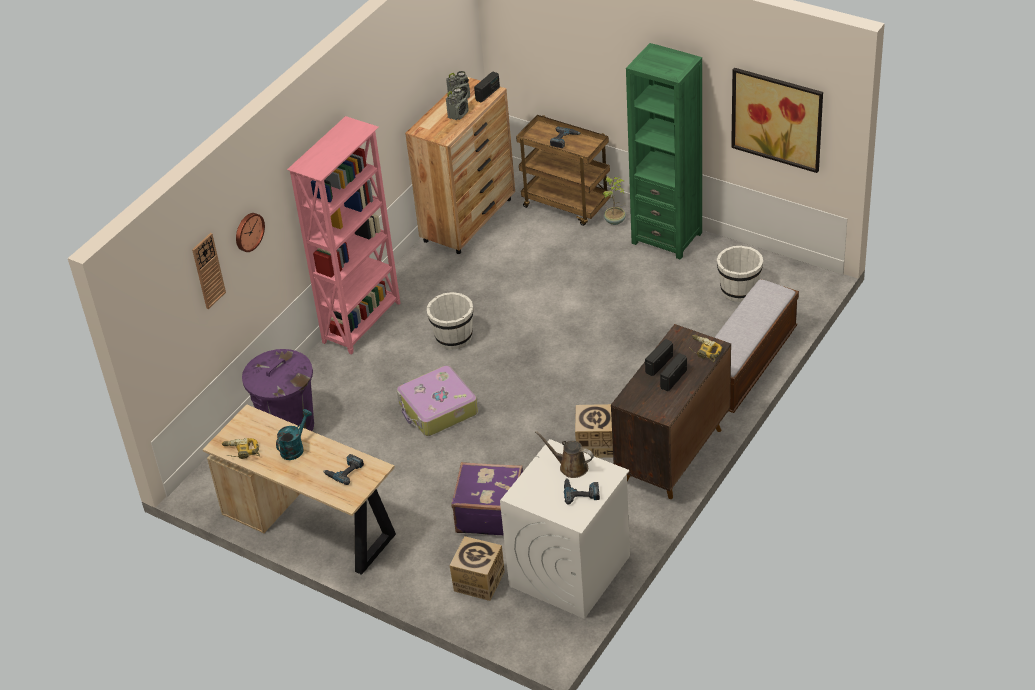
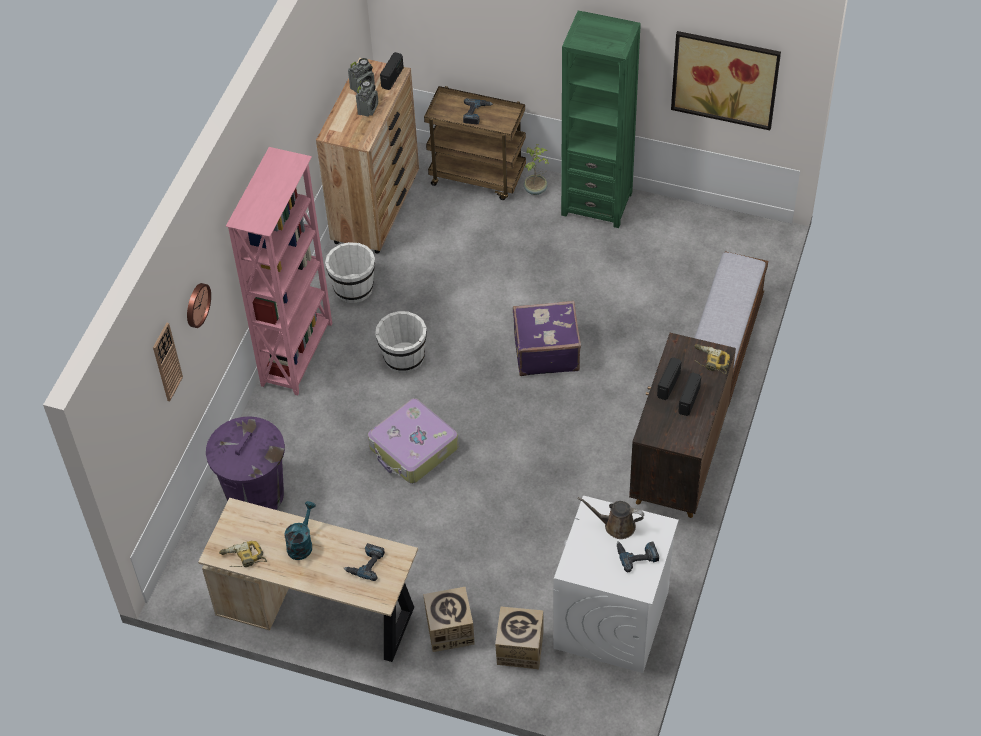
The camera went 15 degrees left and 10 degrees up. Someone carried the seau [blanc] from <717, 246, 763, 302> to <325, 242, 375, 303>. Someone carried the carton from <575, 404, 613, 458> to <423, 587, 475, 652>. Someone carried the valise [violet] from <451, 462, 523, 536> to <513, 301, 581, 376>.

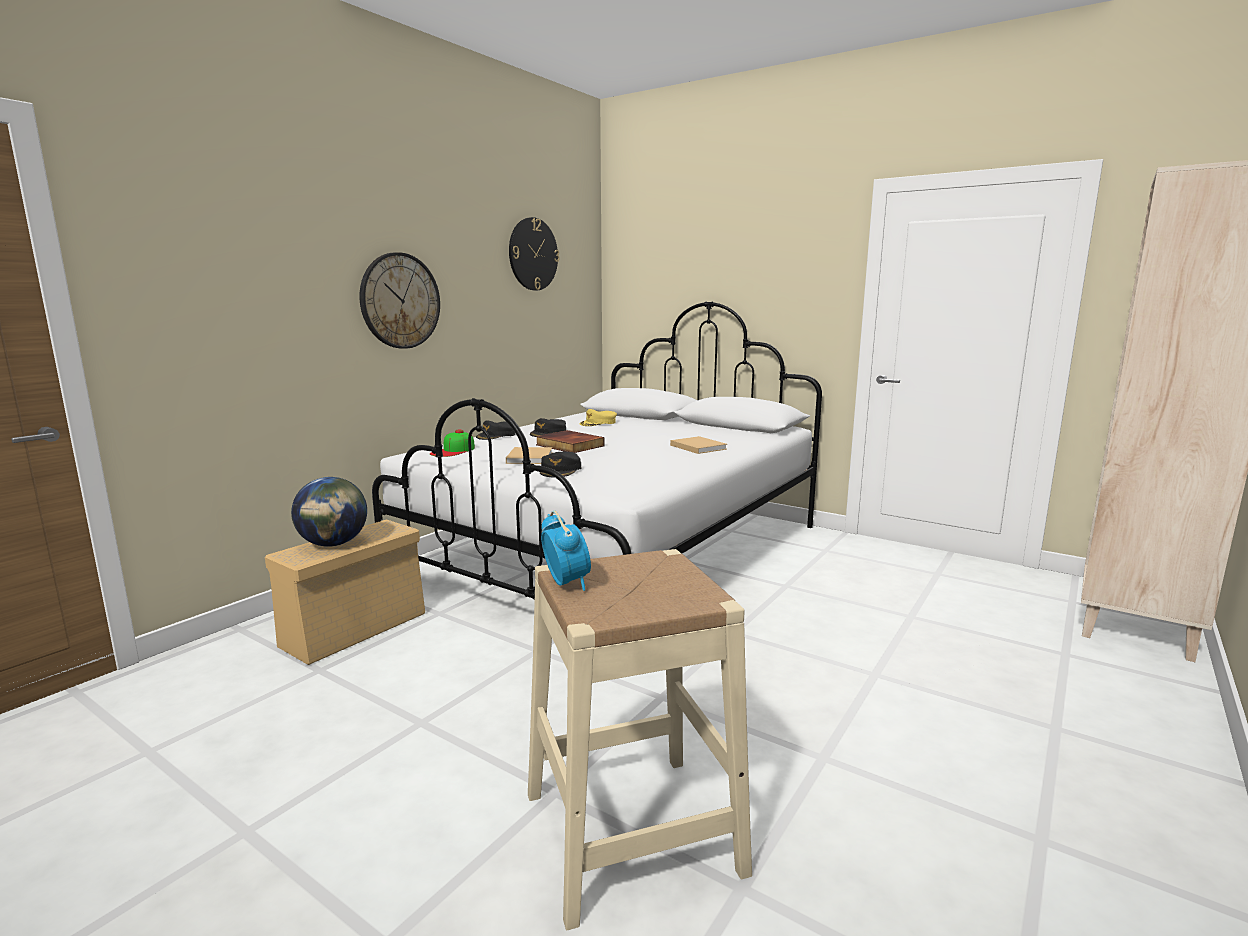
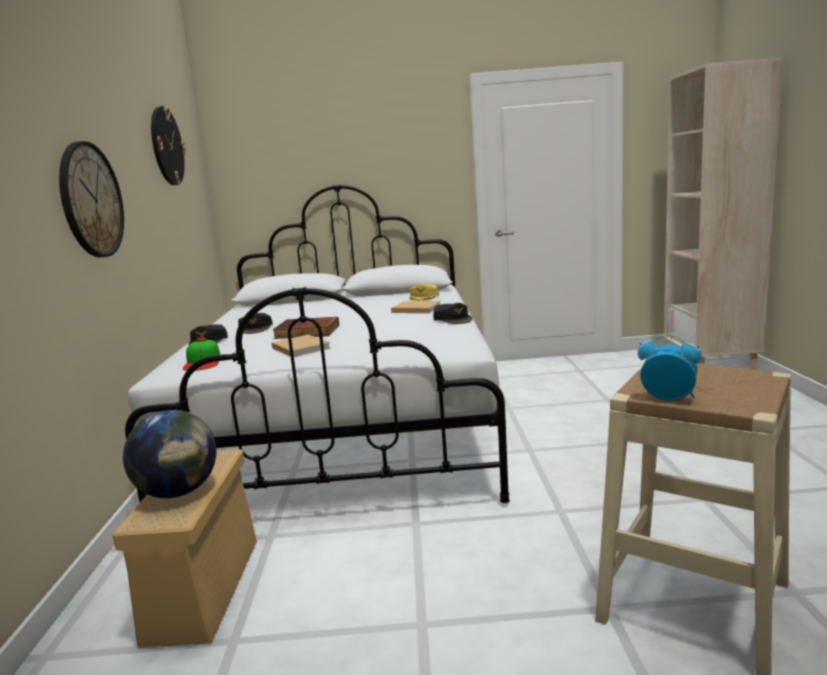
The camera went 35 degrees left and 0 degrees up. Someone carried the casquette [jaune] from <580, 409, 617, 426> to <409, 284, 439, 301>. Someone carried the casquette [noir] from <540, 452, 581, 478> to <433, 303, 473, 324>.

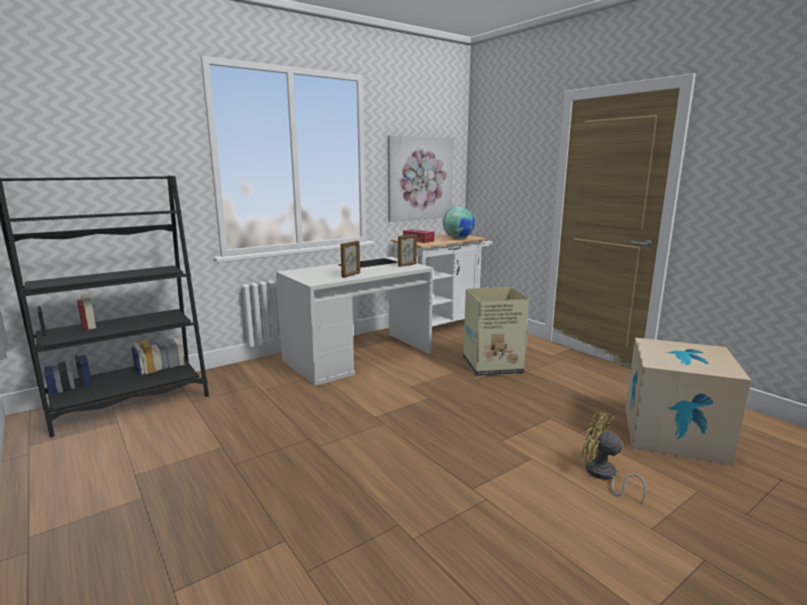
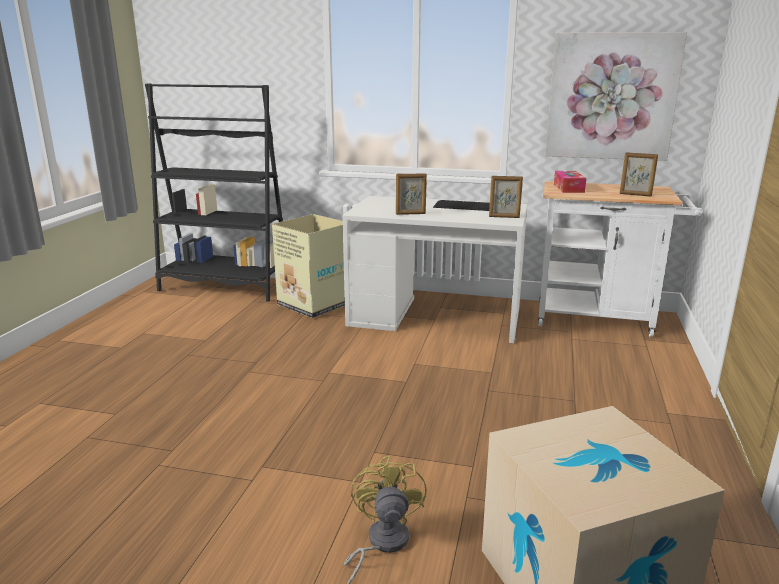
The camera went 50 degrees right and 5 degrees up. Someone swapped the globe at <443, 207, 475, 239> for the cadre photo at <620, 152, 658, 197>. Someone carried the carton from <463, 287, 529, 376> to <272, 214, 345, 318>.

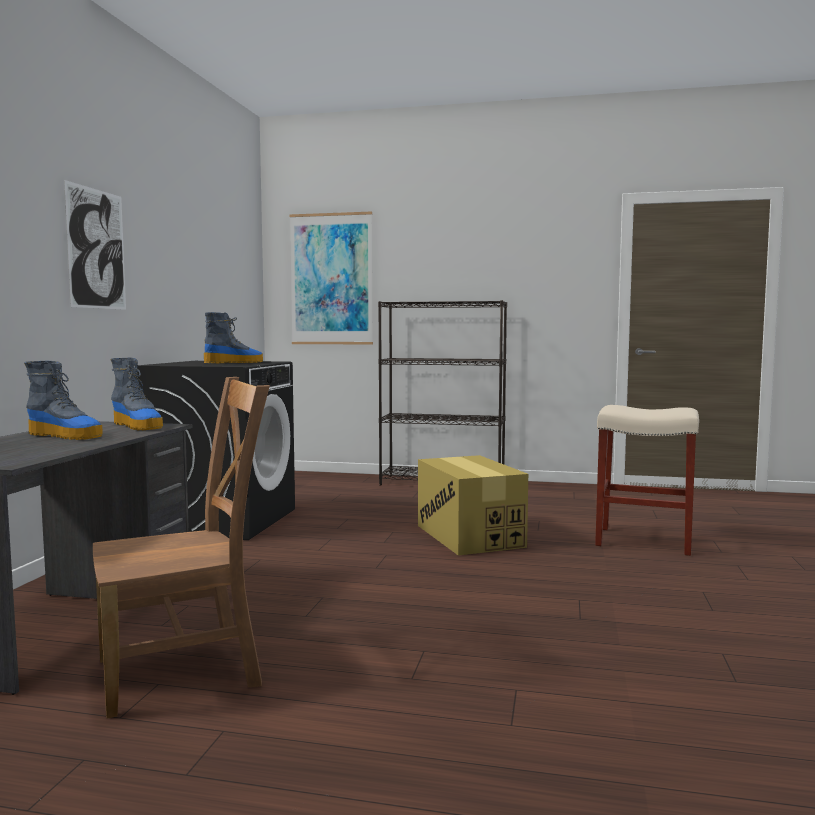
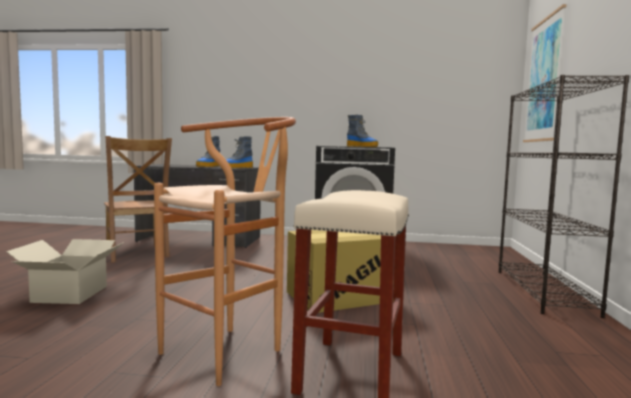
The camera went 85 degrees right and 0 degrees up. Someone took away the tableau at <64, 180, 126, 310>. Someone put down the tabouret [marron] at <154, 117, 296, 386>. Someone put down the carton at <6, 239, 124, 304>.

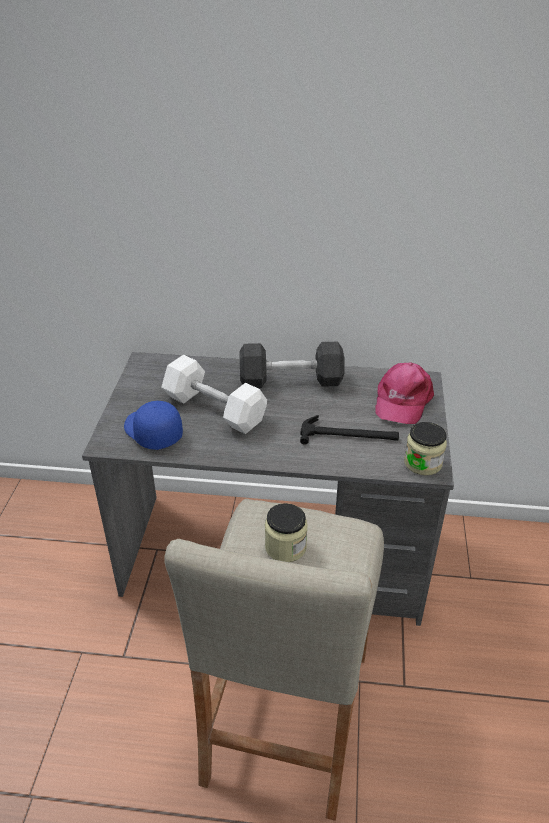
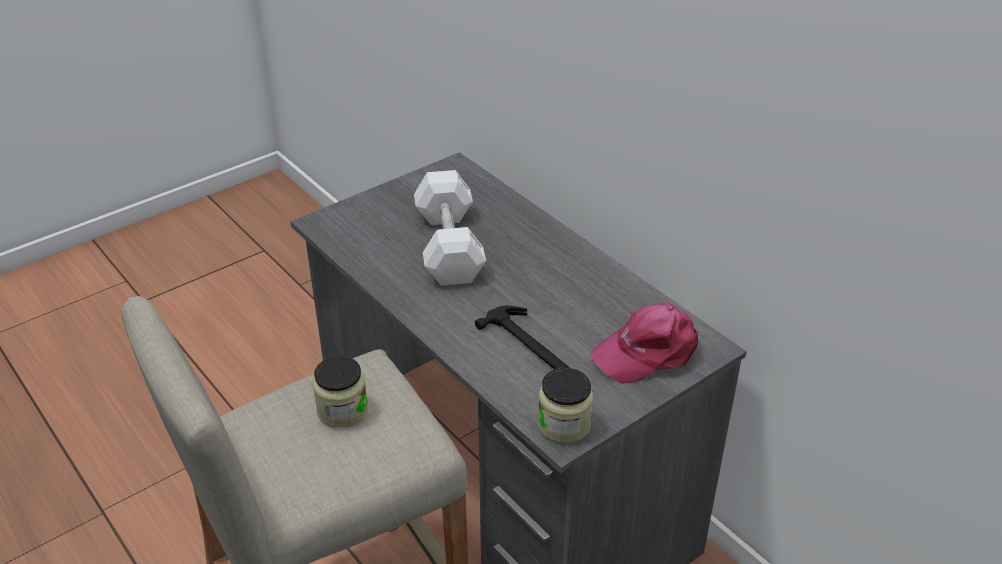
The camera went 45 degrees right and 0 degrees up. Someone took away the haltère [gris] at <240, 342, 345, 388>. Someone took away the casquette [bleu] at <124, 401, 183, 450>.

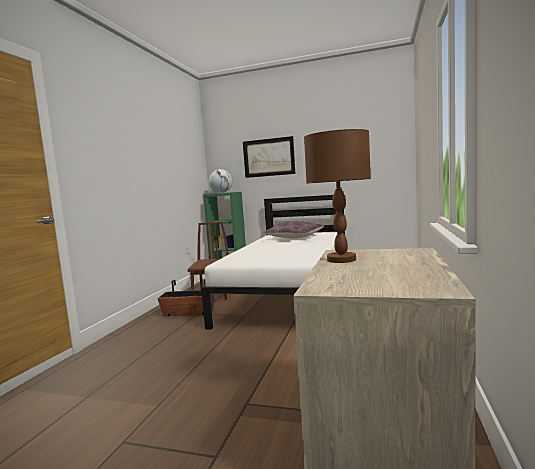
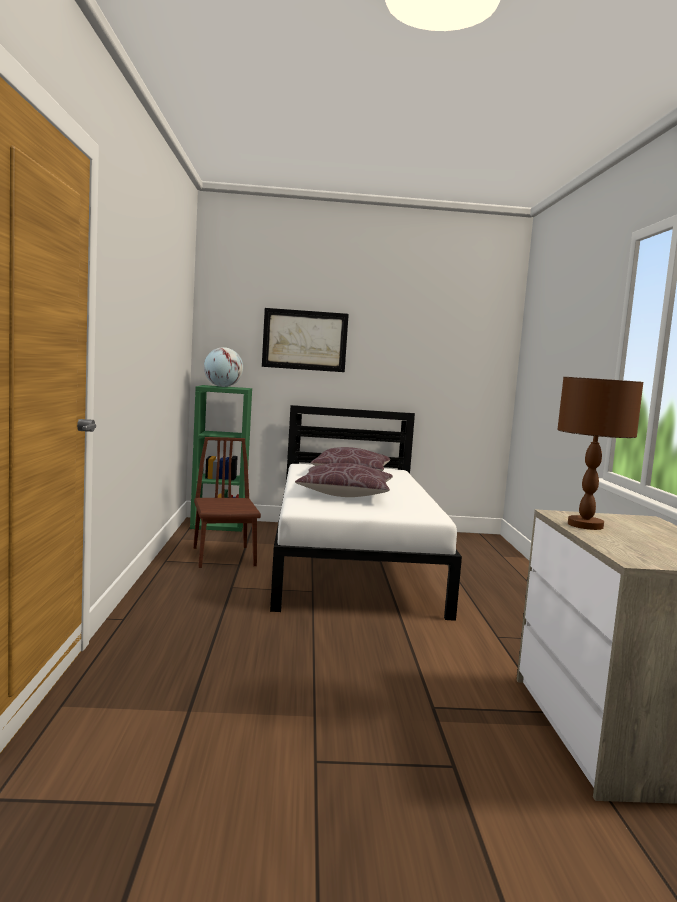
The camera went 20 degrees left and 0 degrees up. Someone took away the cache-pot at <157, 279, 214, 316>. Someone put down the coussin [marron] at <295, 463, 393, 497>.

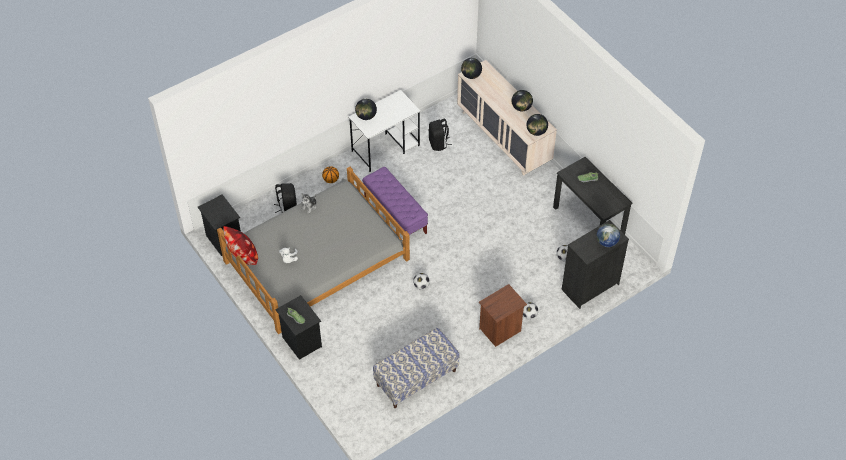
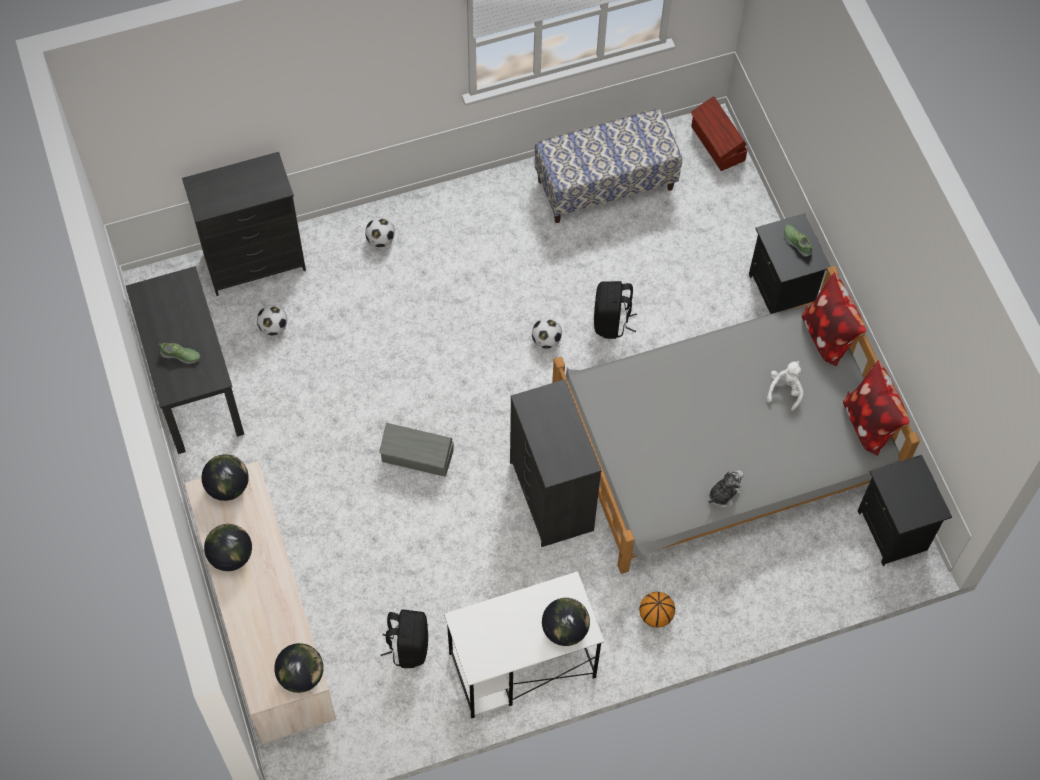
The camera went 165 degrees left and 10 degrees up. Someone swapped the banc [violet] at <362, 167, 428, 235> for the commode [noir] at <510, 379, 602, 547>. Someone carried the sac à dos [noir] from <274, 183, 297, 213> to <594, 281, 637, 339>. Someone took away the globe at <597, 224, 620, 247>. Someone took away the table de chevet [marron] at <479, 284, 527, 347>. Someone put down the boîte de rangement [marron] at <691, 96, 747, 171>. Someone put down the coussin at <802, 272, 866, 366>. Someone put down the boîte de rangement [gris] at <379, 423, 454, 477>.

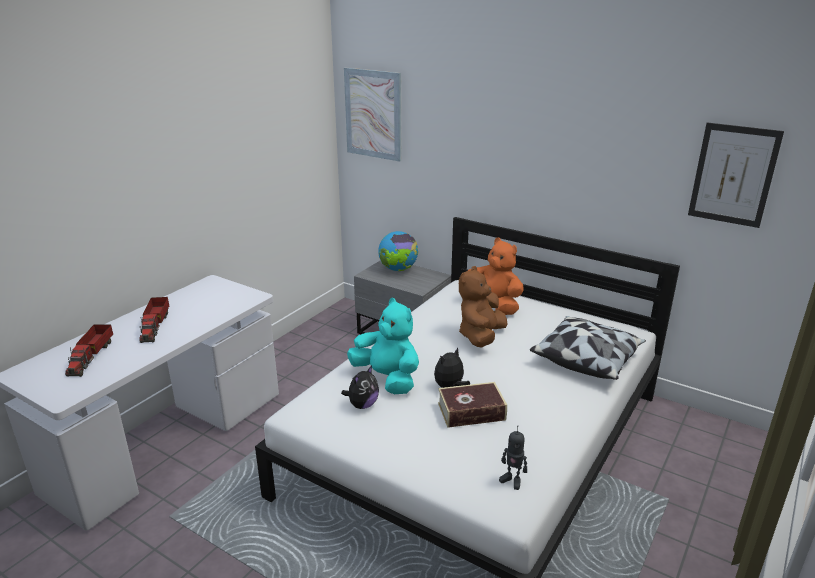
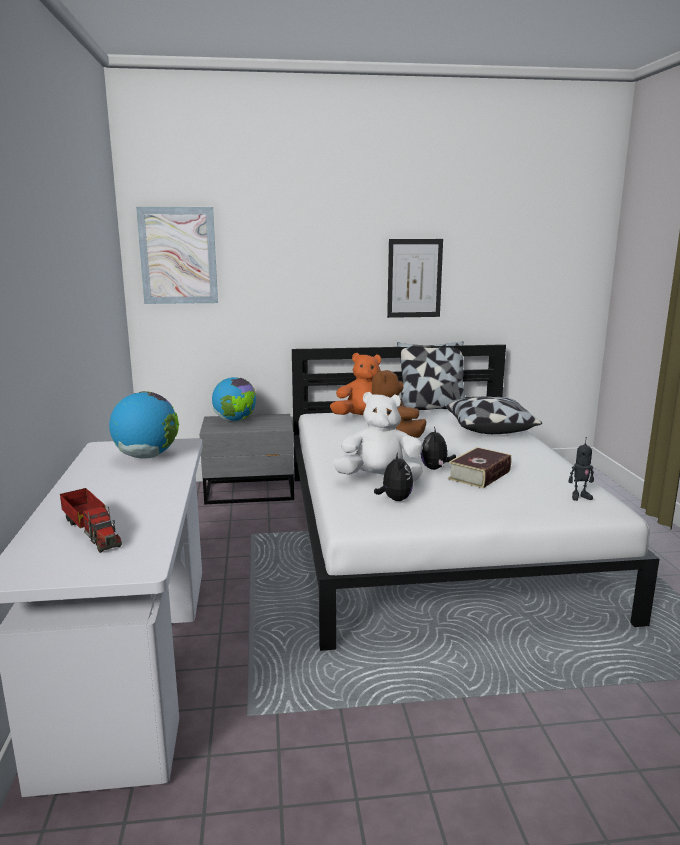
The camera went 40 degrees left and 10 degrees down. Someone carried the tableau from <688, 122, 784, 228> to <387, 239, 443, 318>. Someone took away the camion jouet at <139, 297, 169, 343>. Someone repainted the peluche [turquoise] at <347, 298, 419, 394>, which became the peluche [blanc] at <333, 392, 423, 482>. Someone put down the coussin at <397, 341, 465, 410>. Someone put down the globe at <109, 391, 179, 459>.

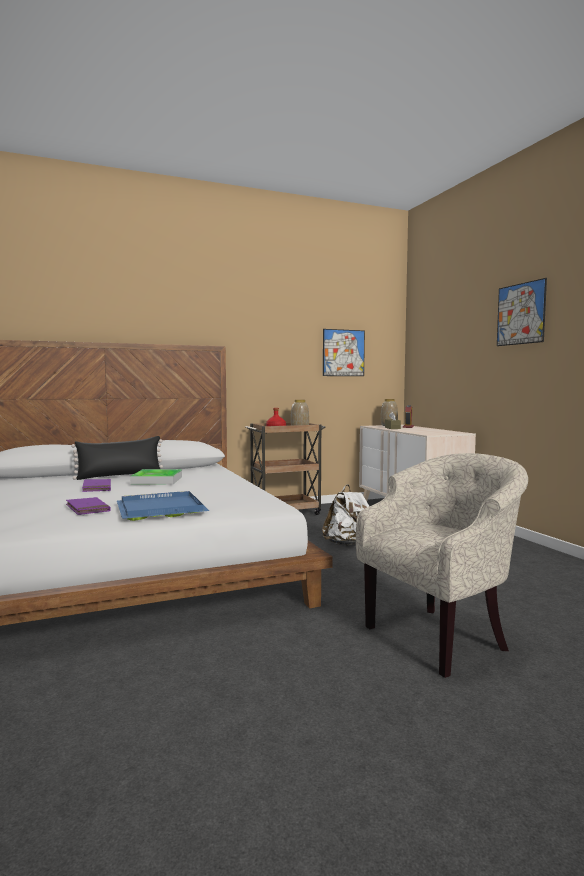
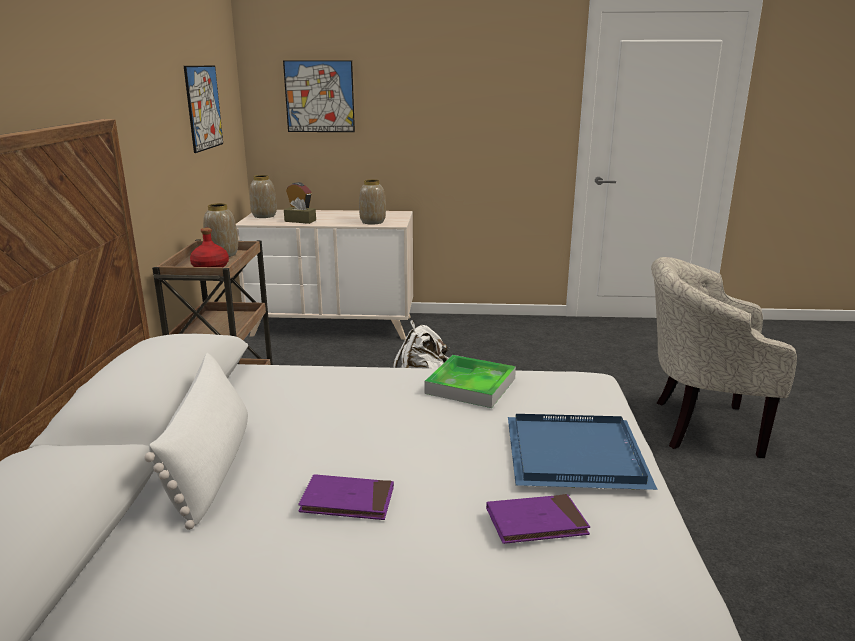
The camera went 65 degrees left and 15 degrees up. Someone carried the tableau from <497, 278, 547, 346> to <283, 60, 355, 132>. Someone repainted the coussin [noir] at <71, 436, 163, 480>, which became the coussin [blanc] at <144, 353, 248, 530>. Someone rotated the fauteuil [beige] at <356, 453, 528, 678> by 75 degrees counterclockwise. Someone carried the plateau from <130, 469, 182, 485> to <424, 355, 516, 408>. Someone put down the vase at <359, 179, 386, 225>.

